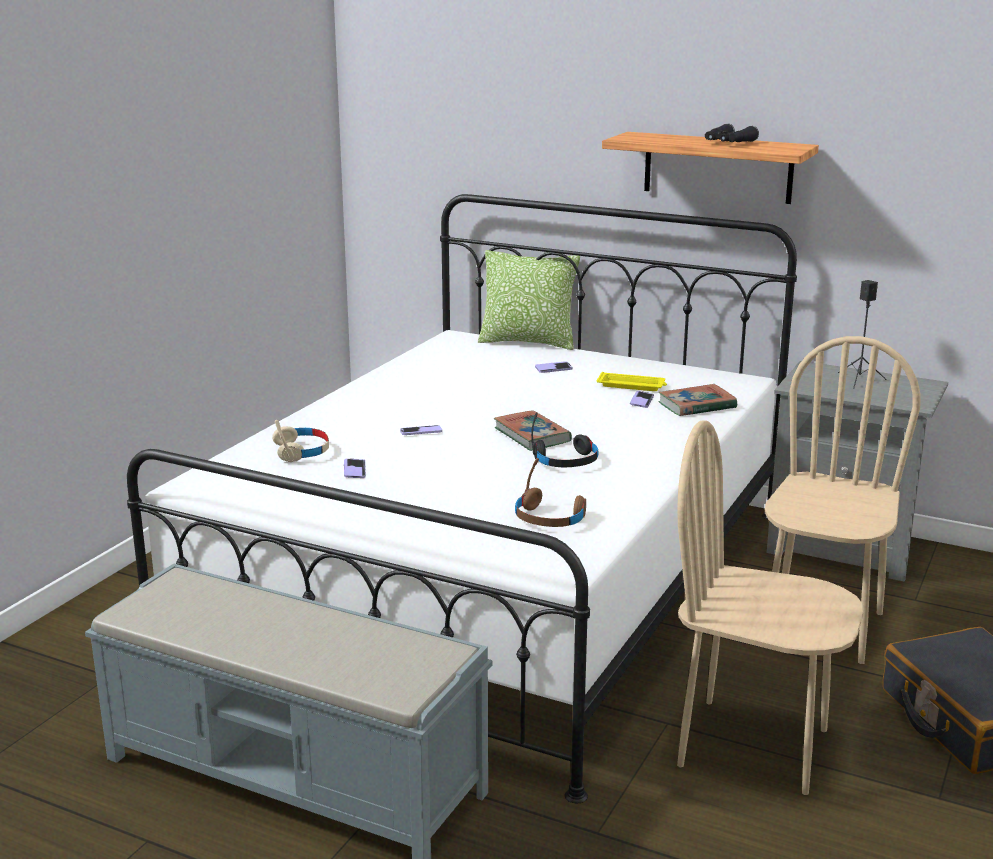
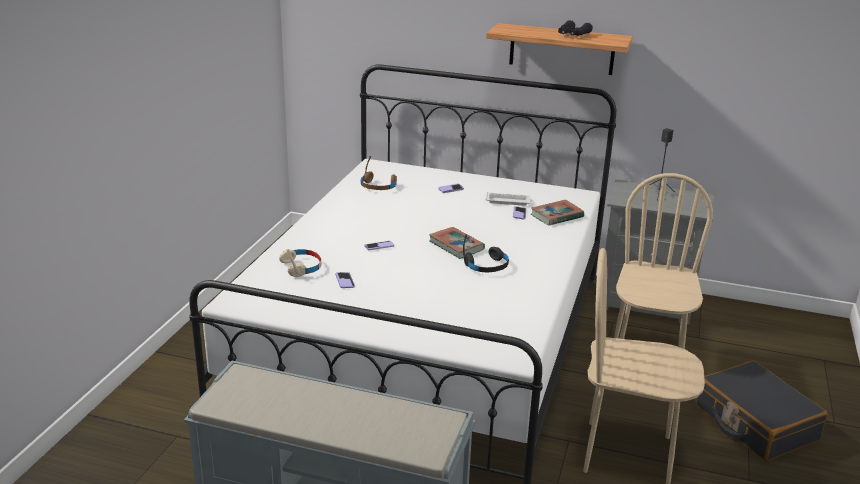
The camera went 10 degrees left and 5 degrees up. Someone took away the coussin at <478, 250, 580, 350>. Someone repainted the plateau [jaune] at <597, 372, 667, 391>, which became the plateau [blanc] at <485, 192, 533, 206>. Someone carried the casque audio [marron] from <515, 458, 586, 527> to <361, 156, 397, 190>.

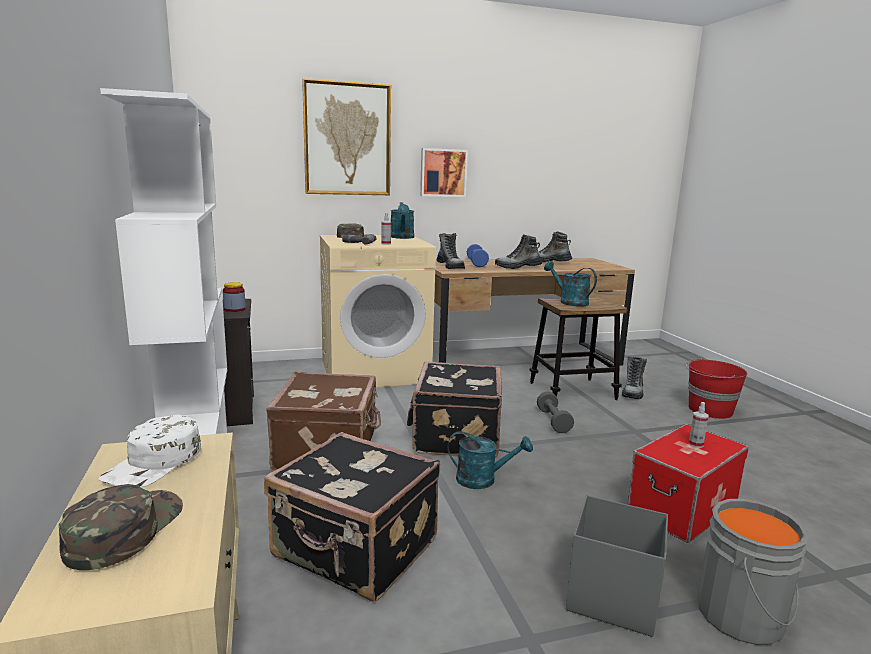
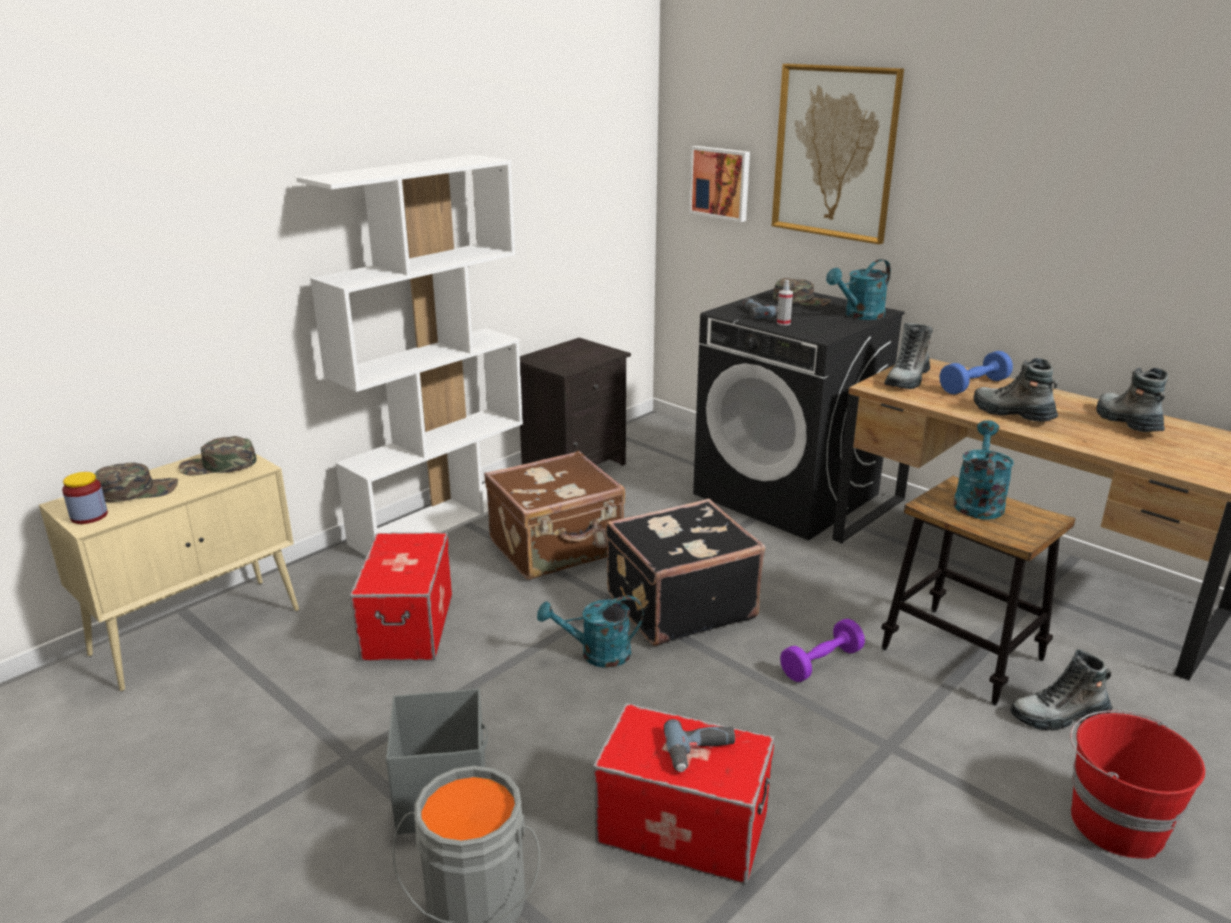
The camera went 60 degrees right and 10 degrees up. Someone carried the tableau from <420, 148, 468, 197> to <689, 146, 750, 222>. Someone repainted the lave-linge [beige] at <320, 235, 436, 388>, which became the lave-linge [noir] at <693, 289, 905, 540>. Someone carried the bocal from <223, 282, 246, 312> to <62, 472, 108, 524>. Someone repainted the haltère [gris] at <537, 391, 574, 433>, which became the haltère [violet] at <780, 619, 865, 682>. Someone swapped the vaporisateur at <689, 402, 709, 448> for the perceuse at <664, 719, 735, 772>. Someone repainted the casquette [blanc] at <98, 415, 201, 488>, which became the casquette [vert] at <179, 436, 256, 476>. Someone rotated the arrosoir [turquoise] at <448, 431, 533, 489> by 105 degrees clockwise. Someone swapped the valise [noir] at <264, 432, 440, 602> for the boîte de rangement at <350, 533, 452, 661>.

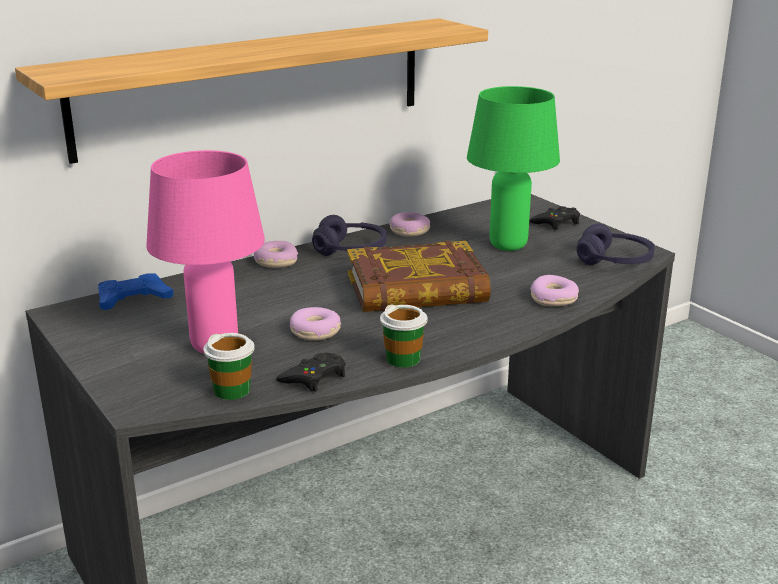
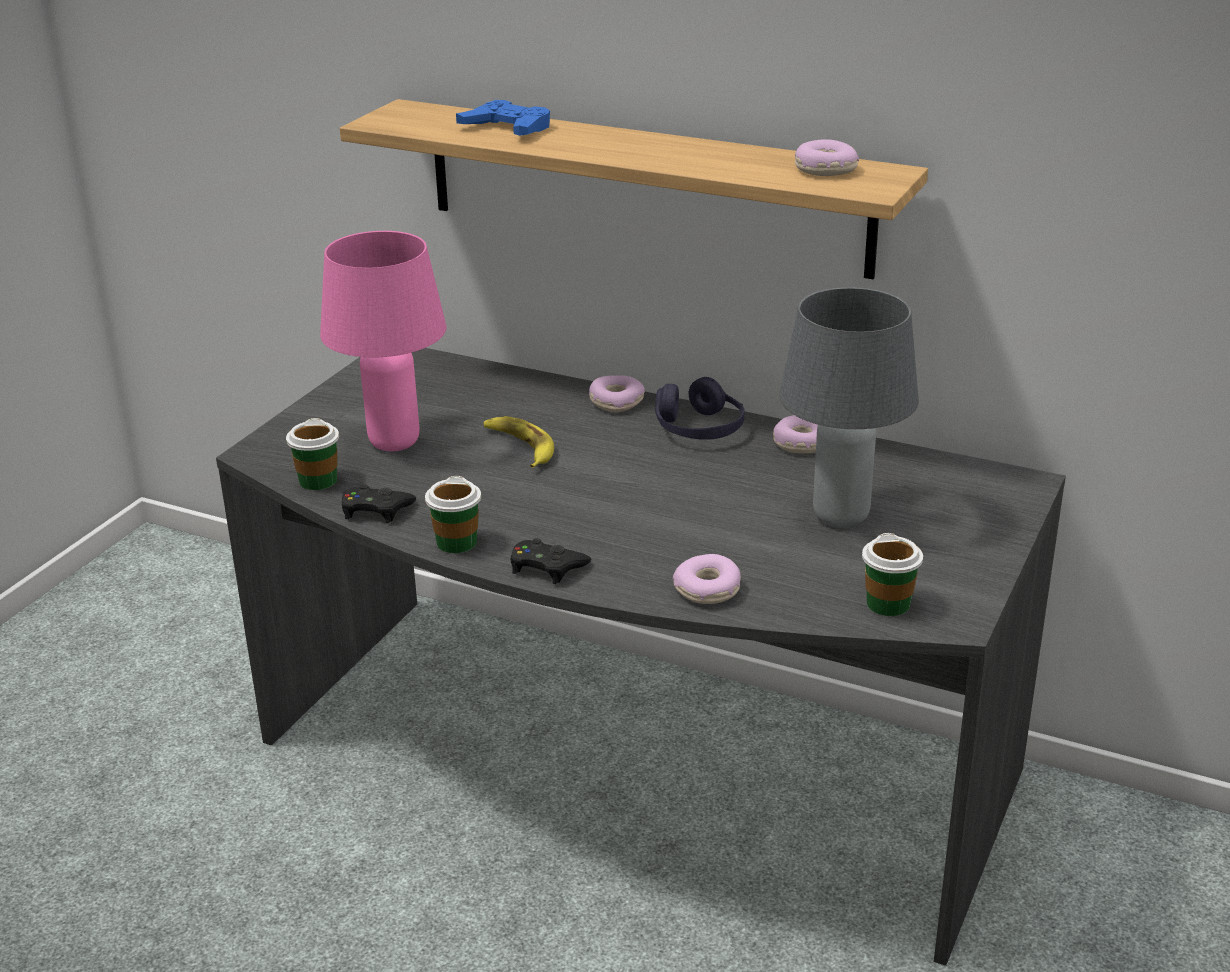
The camera went 60 degrees right and 5 degrees up. Someone repainted the lampe de table [vert] at <467, 86, 560, 251>, which became the lampe de table [gris] at <779, 287, 919, 528>. Someone carried the manette [noir] from <529, 206, 580, 230> to <511, 538, 591, 584>. Someone swapped the casque audio [violet] at <576, 224, 655, 265> for the tasse at <862, 533, 923, 616>. Someone took away the livre at <347, 241, 491, 312>. Someone carried the manette [bleu] from <98, 273, 174, 310> to <456, 100, 550, 136>. Someone carried the beignet from <290, 307, 341, 341> to <795, 139, 859, 176>. Someone put down the banane at <484, 416, 554, 468>.

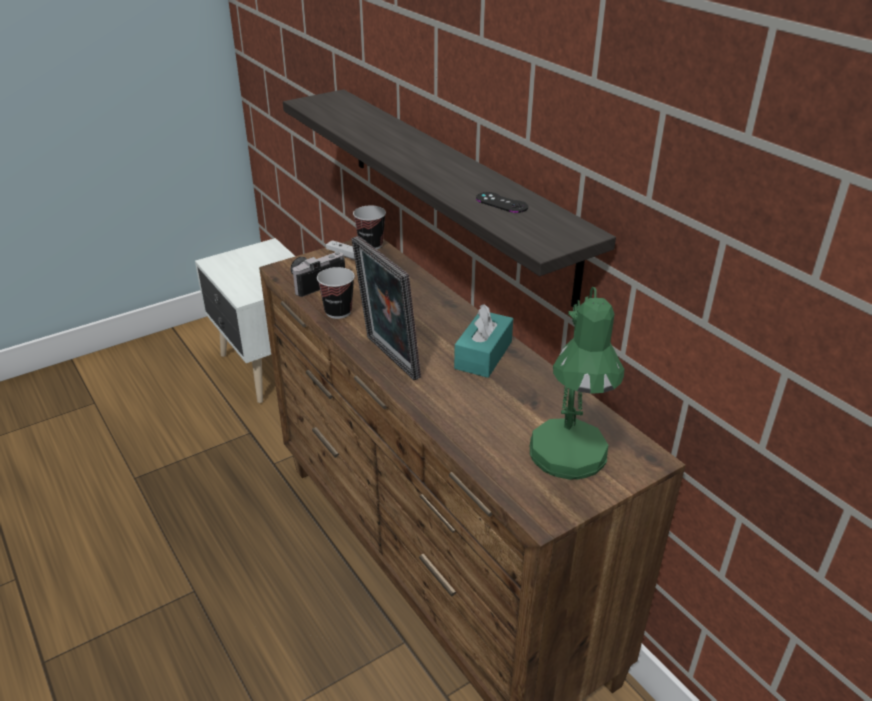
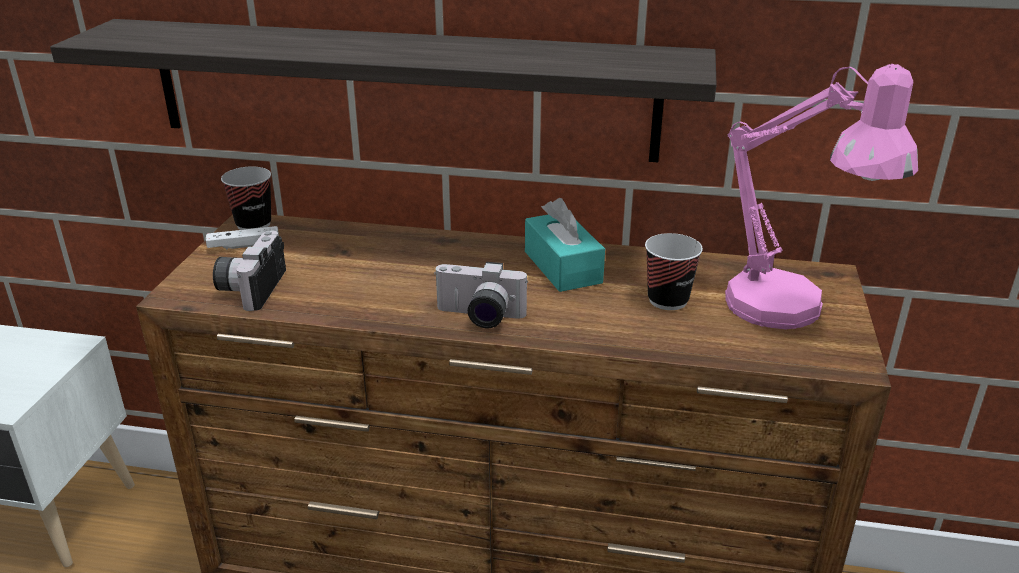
The camera went 45 degrees left and 5 degrees down. Someone took away the manette [noir] at <476, 192, 528, 213>. Someone swapped the cadre photo at <351, 236, 421, 380> for the appareil photo at <434, 262, 528, 328>. Someone carried the tasse from <317, 267, 355, 319> to <645, 233, 703, 310>. Someone repainted the lampe de table [vert] at <530, 287, 624, 480>, which became the lampe de table [rose] at <725, 64, 918, 329>.

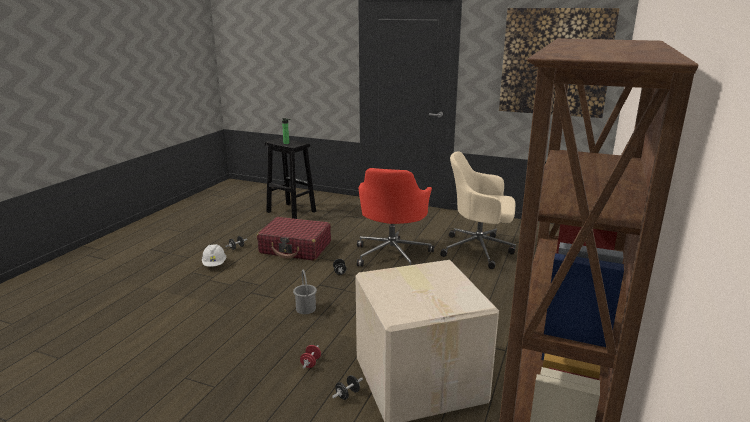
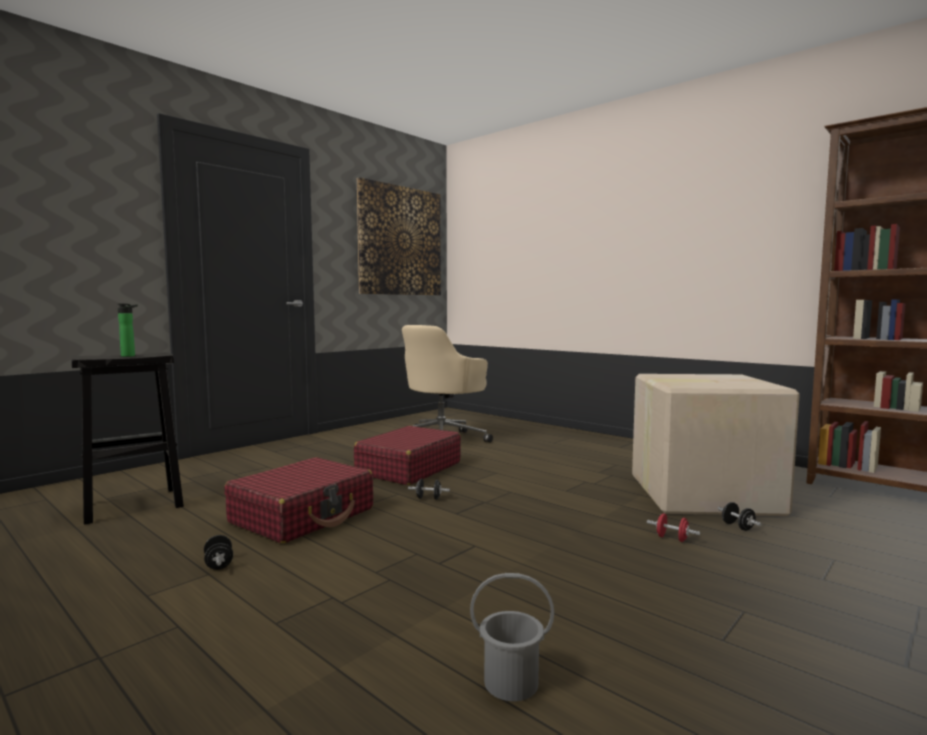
The camera went 70 degrees left and 15 degrees down. Someone swapped the chaise de bureau [rouge] at <357, 168, 434, 267> for the valise [rouge] at <354, 426, 461, 485>. Someone took away the casque de chantier [blanc] at <202, 244, 226, 267>. Someone carried the seau [gris] from <293, 270, 317, 314> to <470, 573, 554, 701>.

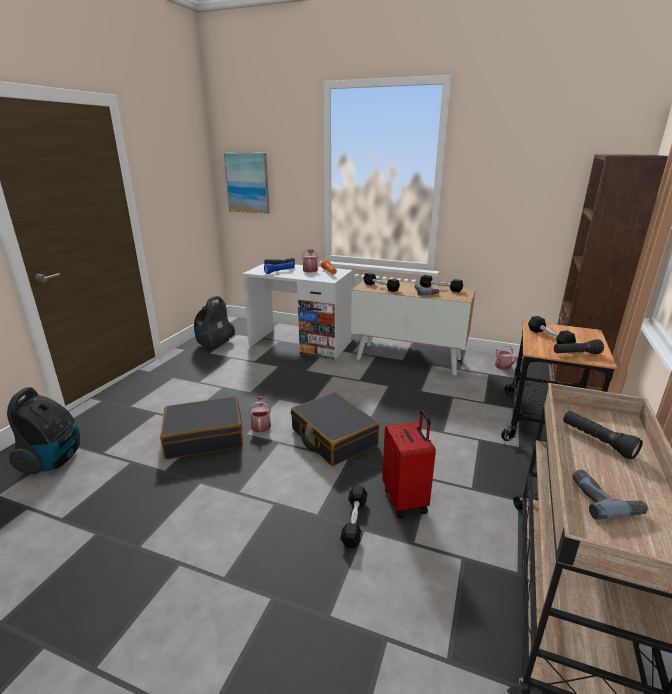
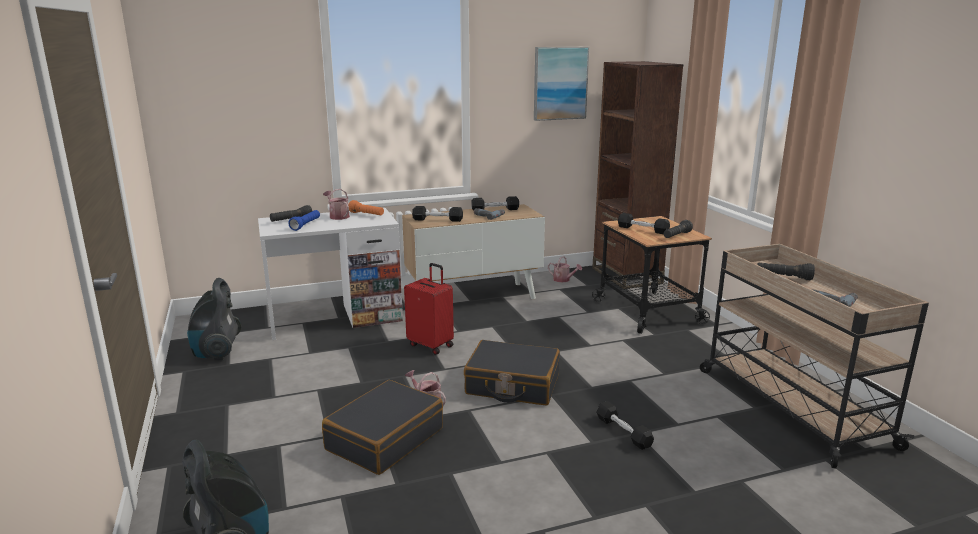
The camera went 40 degrees left and 5 degrees down. Someone carried the tableau from <224, 152, 270, 214> to <534, 47, 589, 121>. Someone carried the valise [rouge] from <382, 410, 436, 518> to <404, 263, 454, 355>.

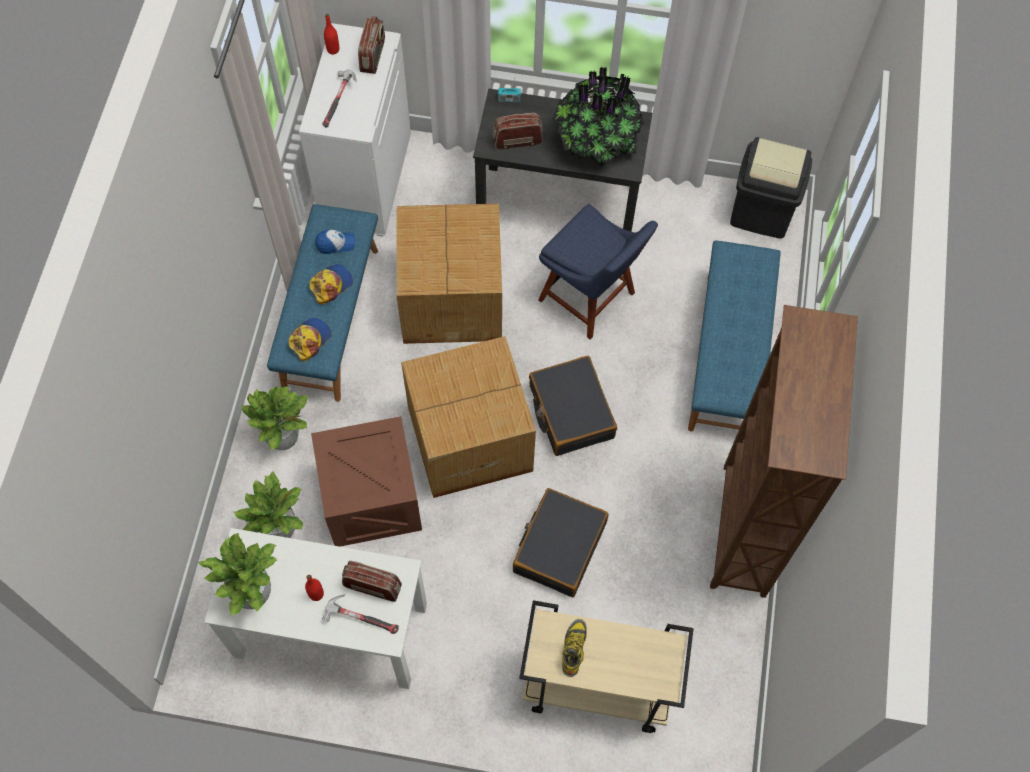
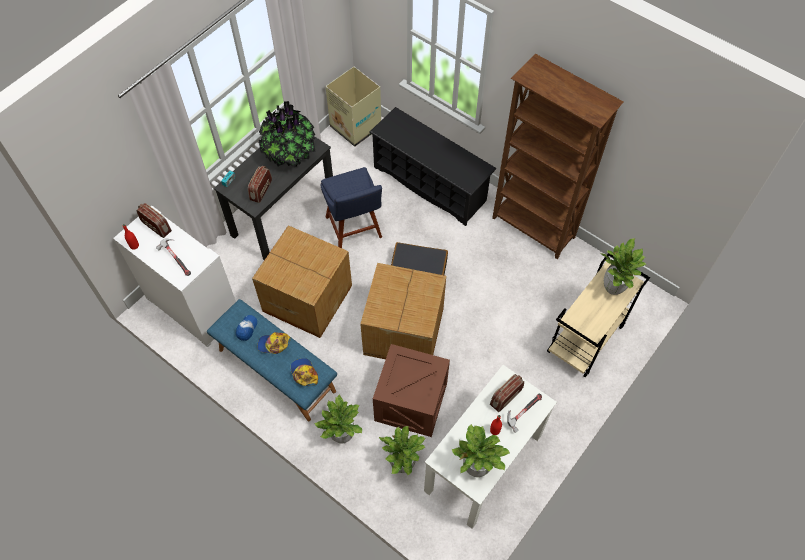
The camera went 60 degrees left and 5 degrees down. Someone swapped the poubelle [noir] at <730, 137, 812, 238> for the carton at <325, 67, 381, 147>. Someone rotated the chaise [bleu] at <538, 204, 658, 340> by 90 degrees clockwise. Someone swapped the banc [bleu] at <688, 240, 781, 440> for the étagère à chaussures [noir] at <370, 107, 497, 226>. Someone rotated the casquette at <309, 264, 353, 304> by 75 degrees counterclockwise. Someone took away the valise [noir] at <513, 488, 608, 597>. Someone took away the botte at <562, 619, 587, 677>. Someone put down the plante en pot at <600, 238, 646, 295>.

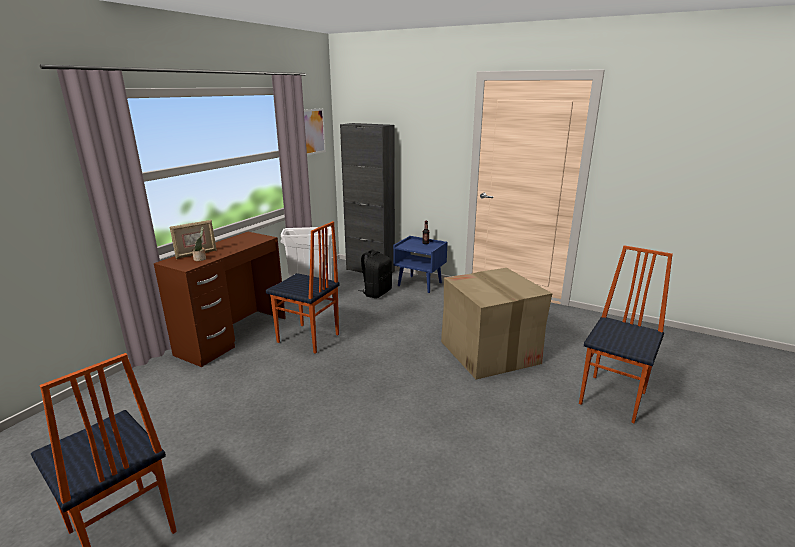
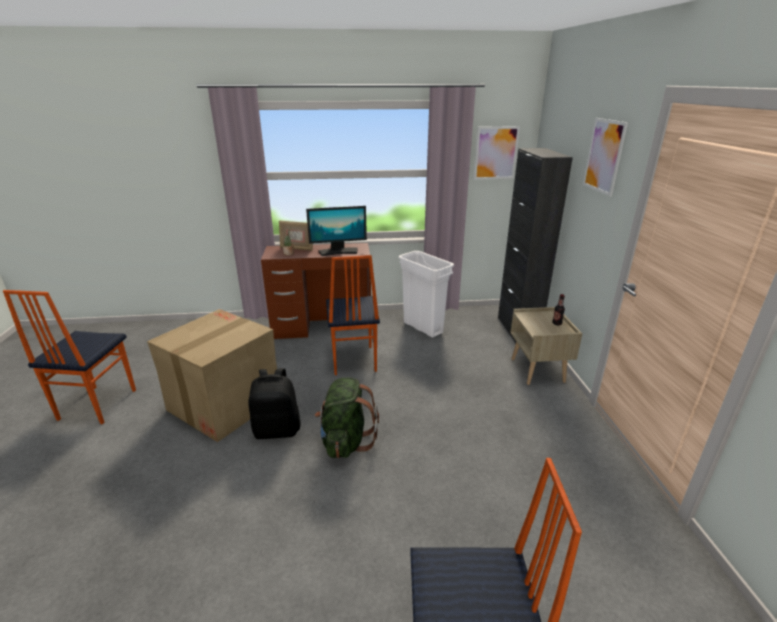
The camera went 55 degrees right and 5 degrees up. Someone repainted the table de chevet [bleu] at <393, 236, 448, 293>, which became the table de chevet [beige] at <510, 307, 583, 385>. Someone carried the sac à dos [noir] from <358, 250, 392, 298> to <248, 368, 301, 439>. Someone carried the carton from <441, 268, 552, 379> to <147, 309, 277, 442>. Someone put up the tableau at <583, 118, 628, 197>. Someone put down the écran d'ordinateur at <306, 206, 367, 256>. Someone put down the sac à dos [vert] at <315, 377, 379, 458>.

